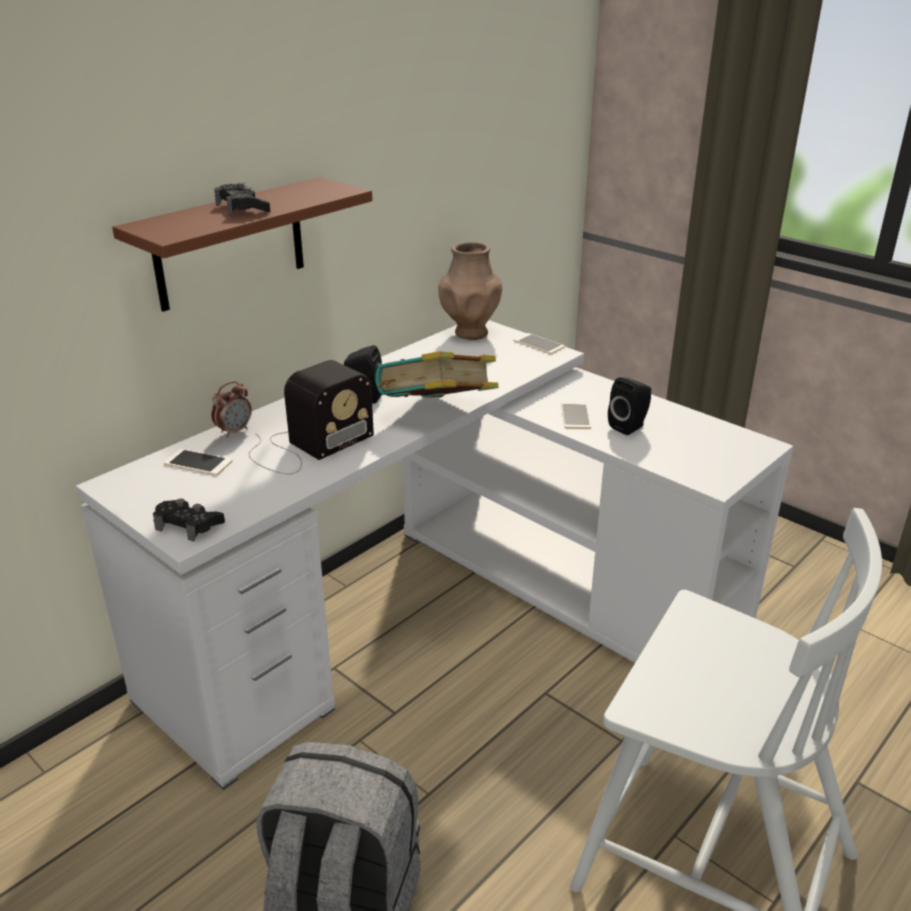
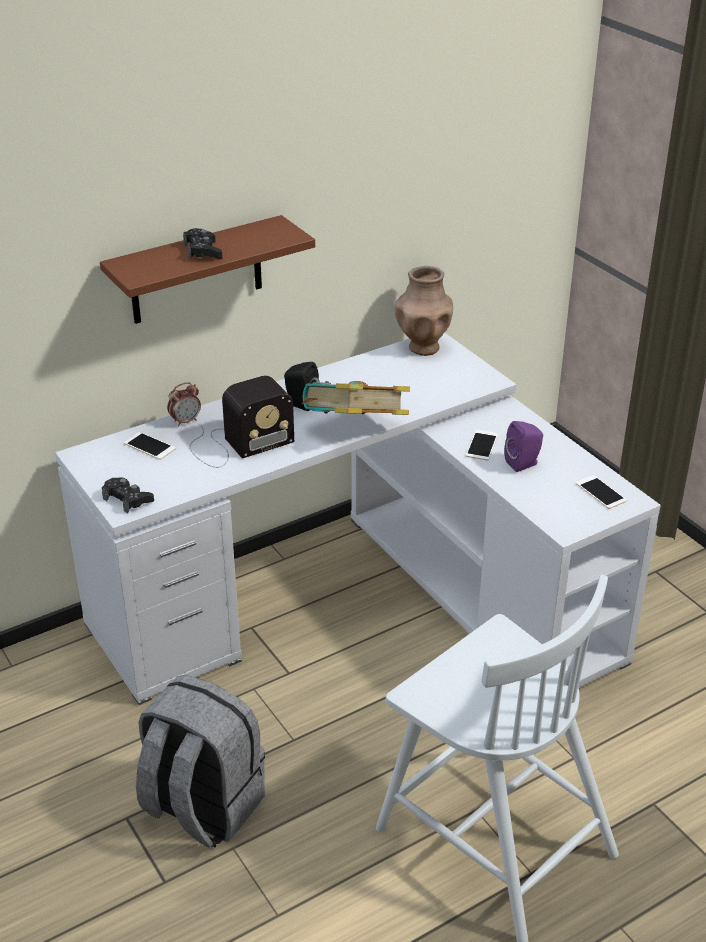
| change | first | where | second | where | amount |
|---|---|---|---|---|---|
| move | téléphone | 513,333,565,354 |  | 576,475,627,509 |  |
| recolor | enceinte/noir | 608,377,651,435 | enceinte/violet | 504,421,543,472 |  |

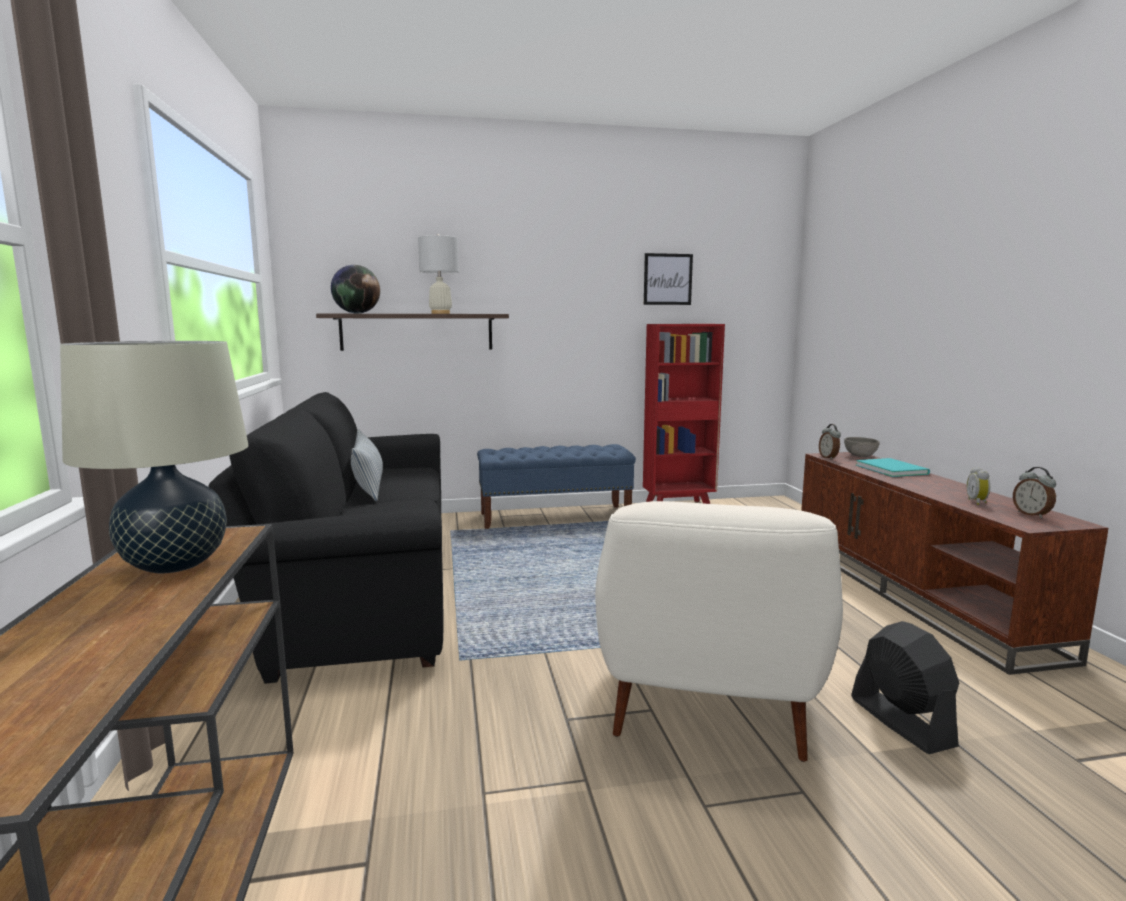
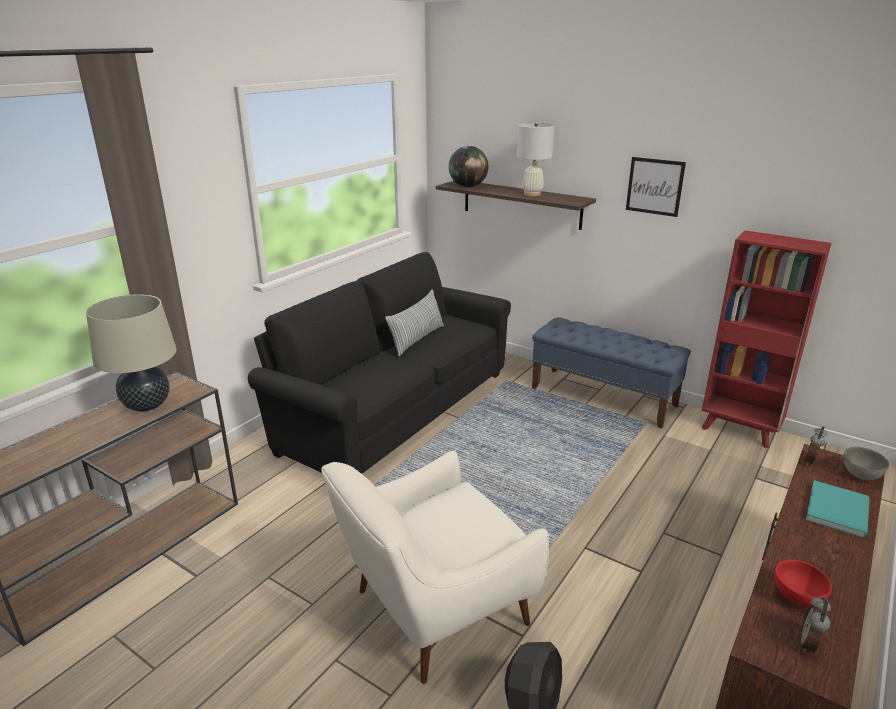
| change | first | where | second | where | amount |
|---|---|---|---|---|---|
| move | tableau | 644,253,693,305 |  | 626,157,686,217 |  |
| replace | réveil | 967,467,990,505 | bol/rouge | 774,559,832,607 |  |

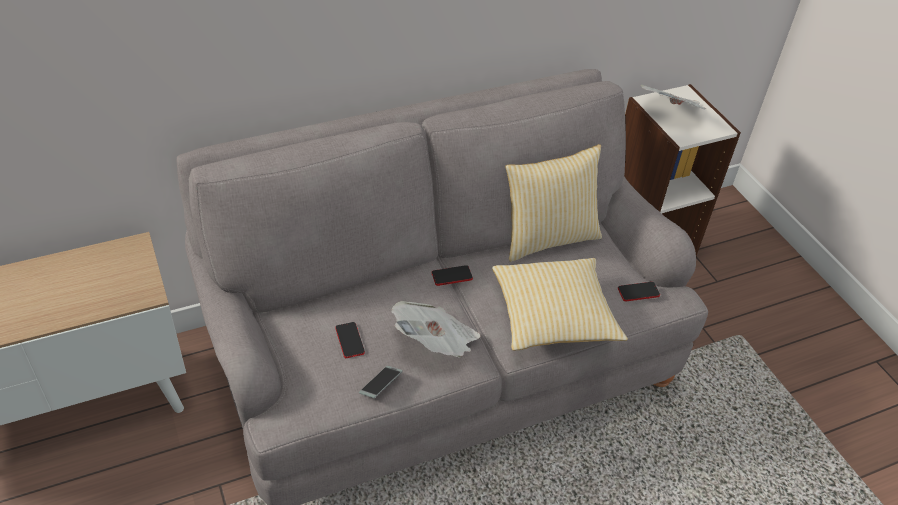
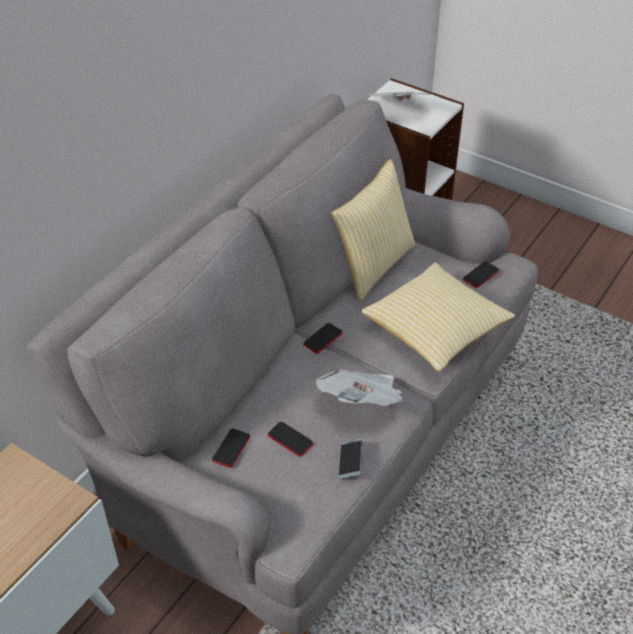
| change | first | where | second | where | amount |
|---|---|---|---|---|---|
| insert |  |  | téléphone | 212,428,250,468 |  |

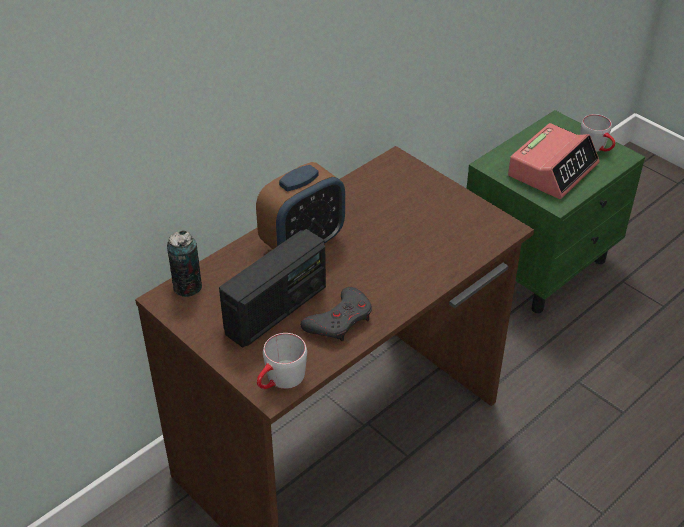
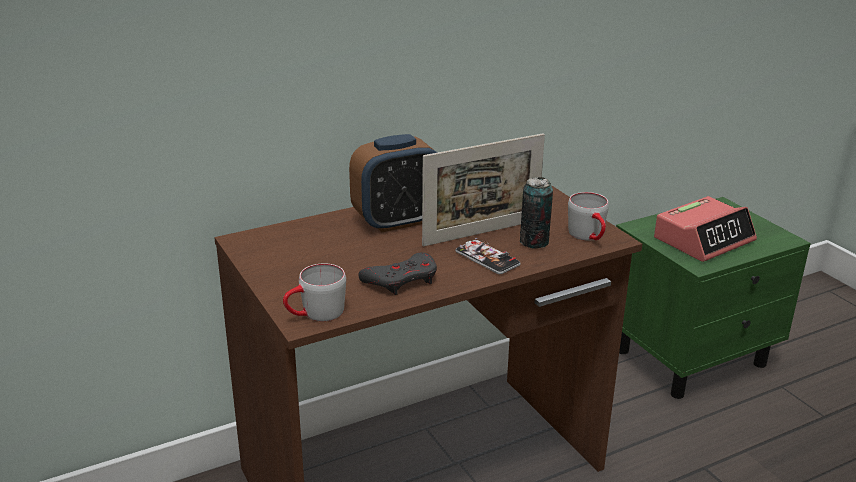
| change | first | where | second | where | amount |
|---|---|---|---|---|---|
| delete | radio | 219,229,326,348 |  |  |  |
| insert |  |  | cadre photo | 422,133,545,247 |  |
| insert |  |  | téléphone | 455,238,521,274 |  |
| move | boîte métallique | 167,231,202,297 |  | 520,177,553,249 |  |
| move | mug/gris | 580,114,616,152 |  | 568,192,609,241 |  |

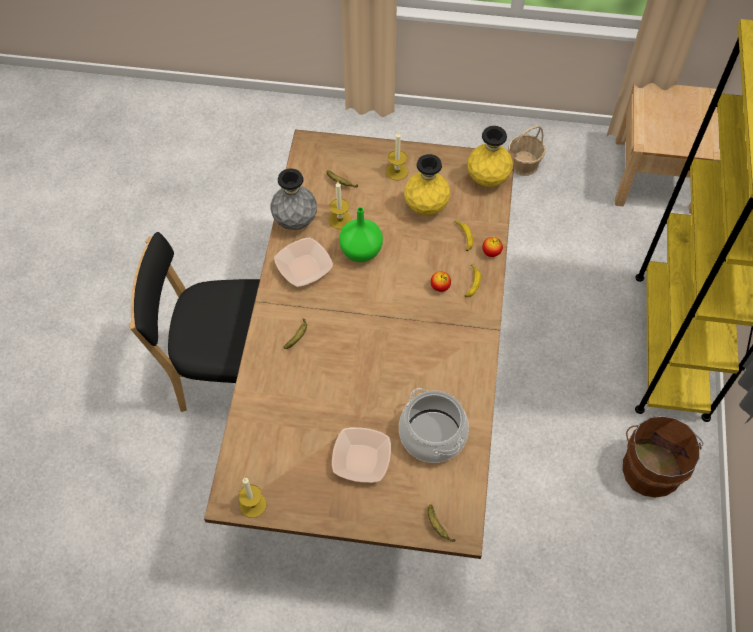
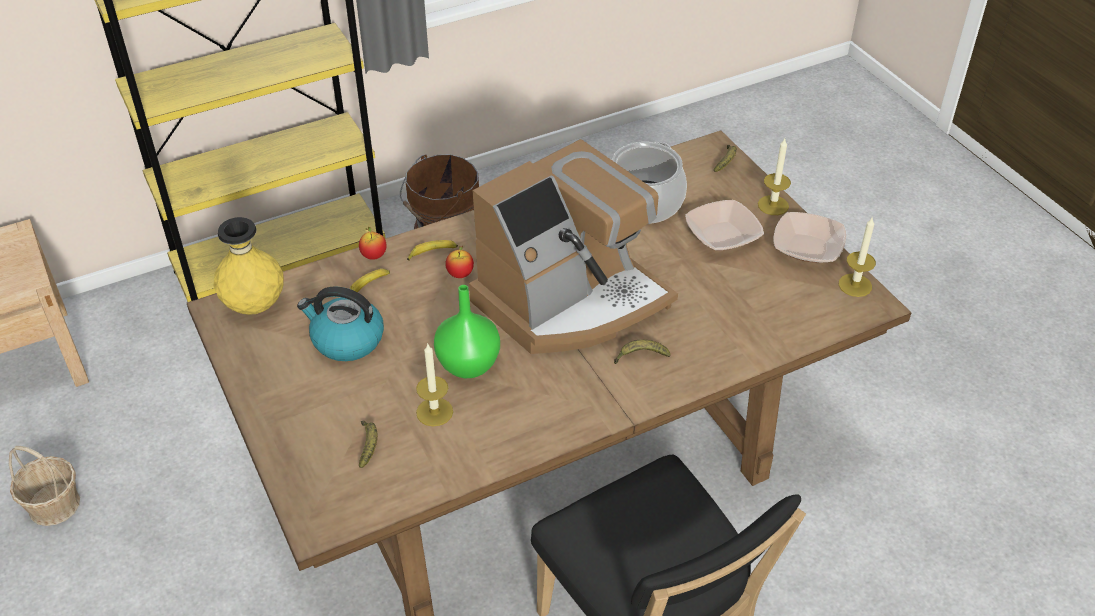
| change | first | where | second | where | amount |
|---|---|---|---|---|---|
| delete | vase/gris | 270,168,317,230 |  |  |  |
| insert |  |  | machine à café | 469,139,678,354 |  |
| move | bol | 274,237,333,287 |  | 773,212,846,263 |  |
| move | bougie | 386,132,408,180 |  | 758,139,791,215 |  |
| replace | vase/jaune | 404,154,450,216 | bouilloire | 297,287,384,361 |  |

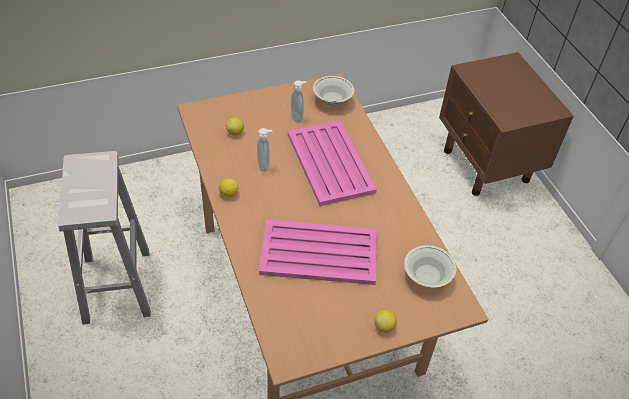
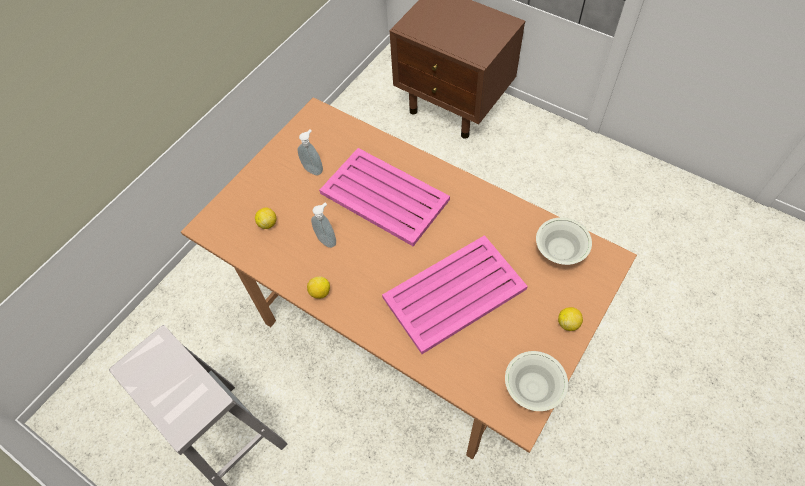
| change | first | where | second | where | amount |
|---|---|---|---|---|---|
| move | bol/blanc | 313,76,354,105 |  | 505,351,568,411 |  |

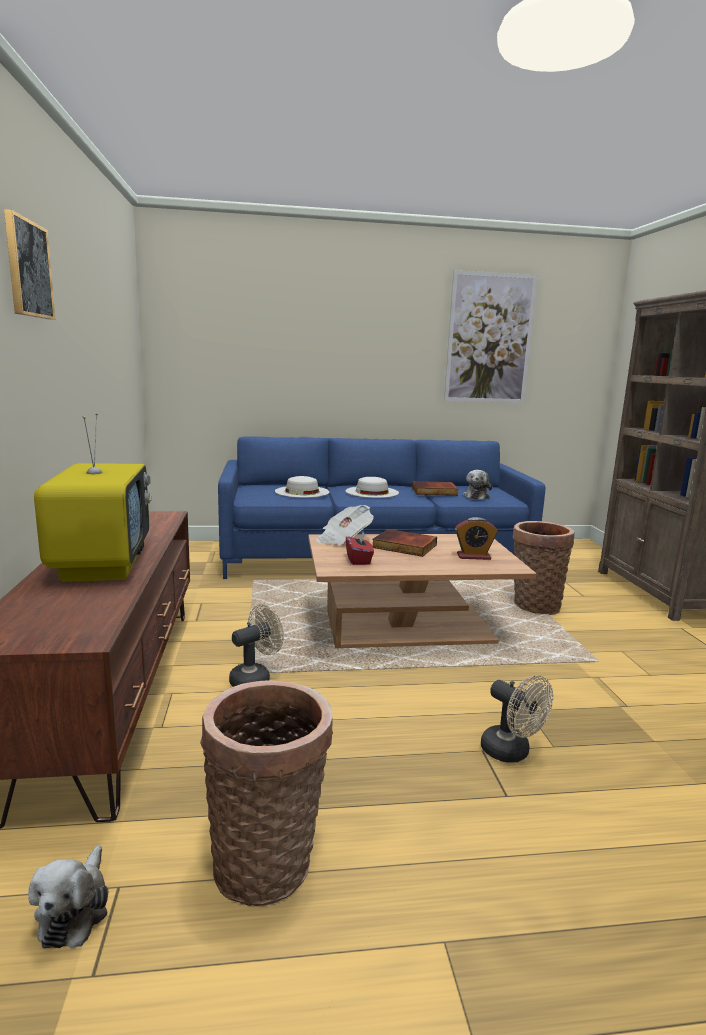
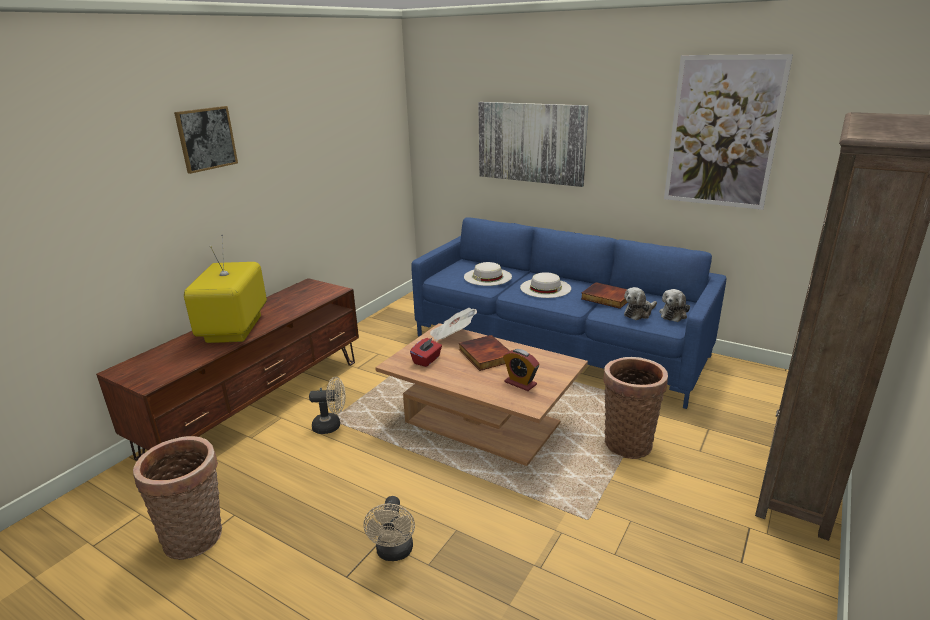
| change | first | where | second | where | amount |
|---|---|---|---|---|---|
| insert |  |  | tableau | 478,102,589,187 |  |
| move | peluche | 28,845,108,948 |  | 659,289,690,322 |  |
| rotate | téléviseur | 34,413,152,582 |  | 184,235,267,343 | 150 degrees clockwise |

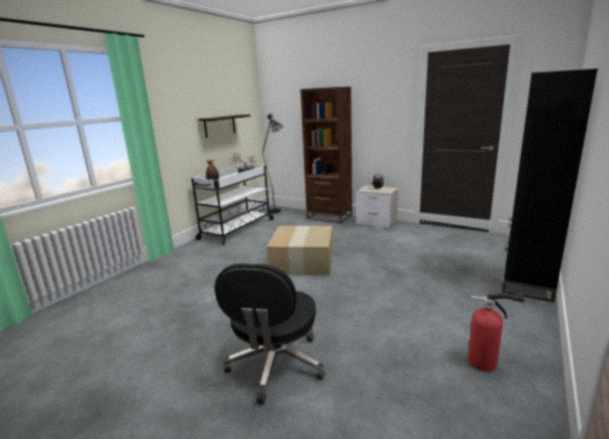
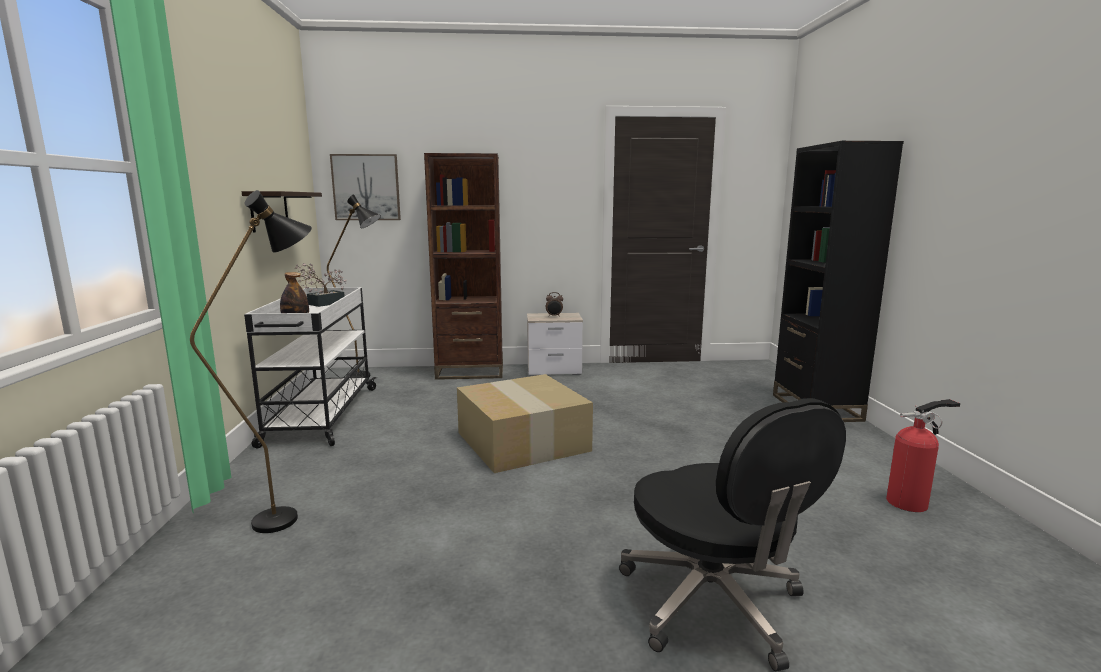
| change | first | where | second | where | amount |
|---|---|---|---|---|---|
| insert |  |  | lampadaire/noir | 190,190,312,533 |  |
| insert |  |  | tableau | 330,154,401,220 |  |

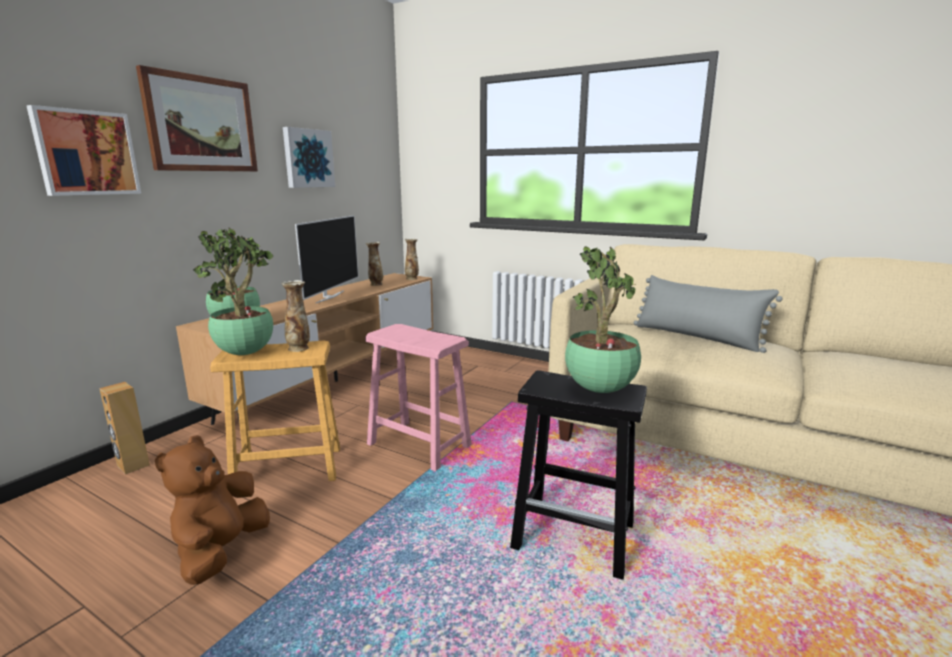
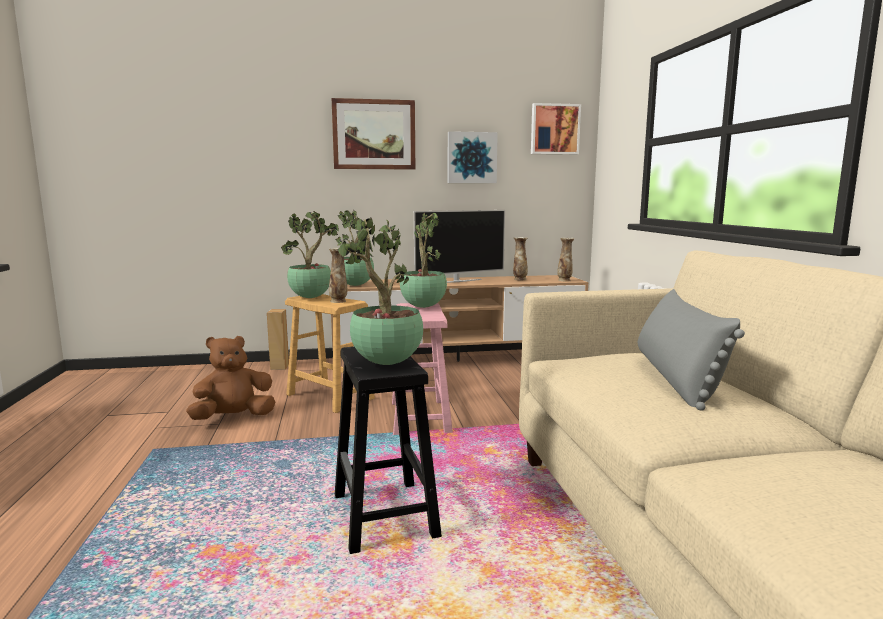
| change | first | where | second | where | amount |
|---|---|---|---|---|---|
| insert |  |  | plante en pot | 400,212,447,308 |  |
| move | tableau | 27,105,141,196 |  | 531,103,581,155 |  |

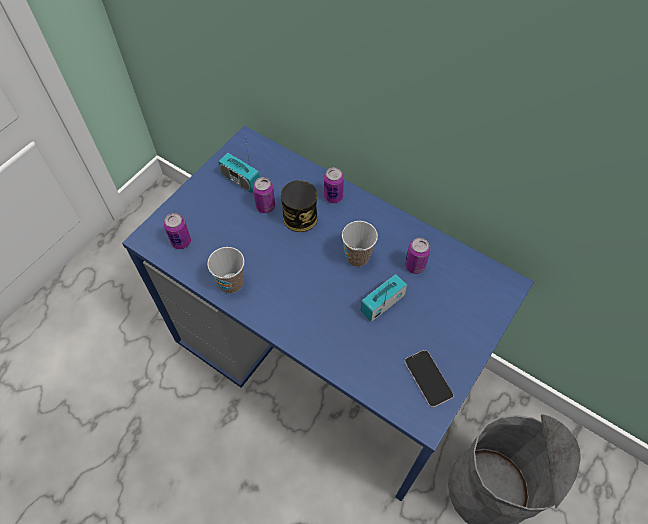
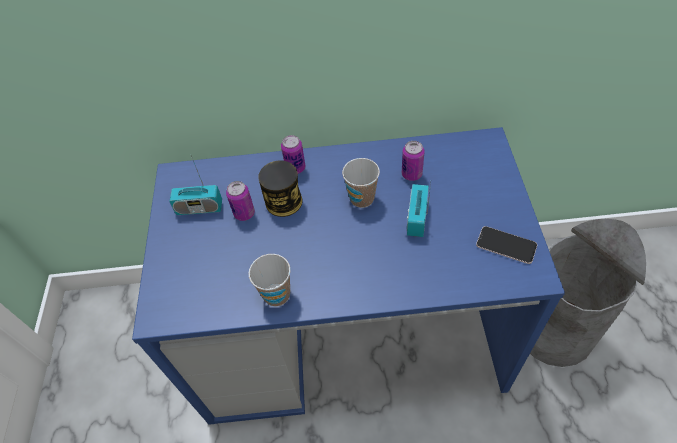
| change | first | where | second | where | amount |
|---|---|---|---|---|---|
| delete | boîte métallique | 164,213,191,249 |  |  |  |

